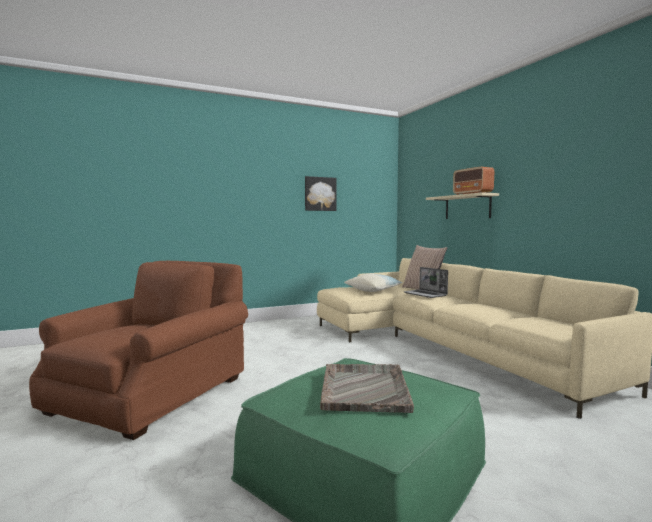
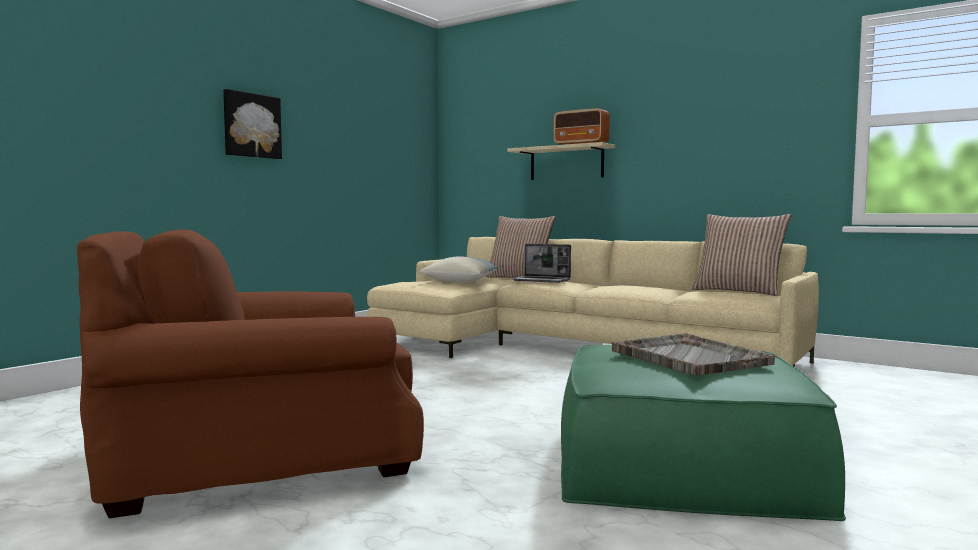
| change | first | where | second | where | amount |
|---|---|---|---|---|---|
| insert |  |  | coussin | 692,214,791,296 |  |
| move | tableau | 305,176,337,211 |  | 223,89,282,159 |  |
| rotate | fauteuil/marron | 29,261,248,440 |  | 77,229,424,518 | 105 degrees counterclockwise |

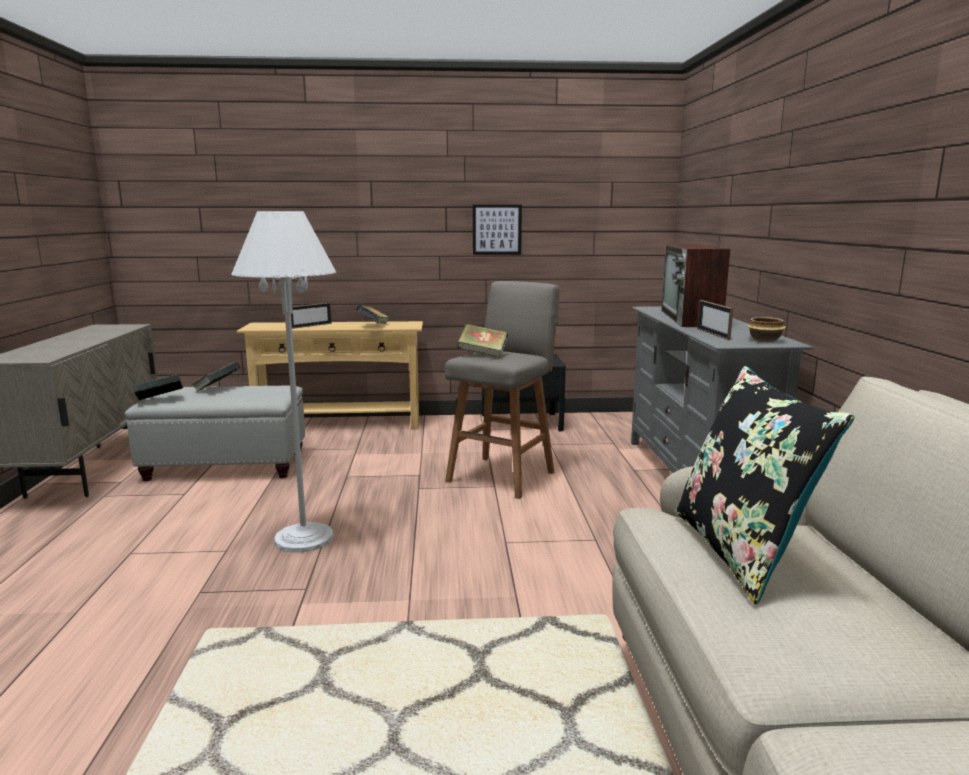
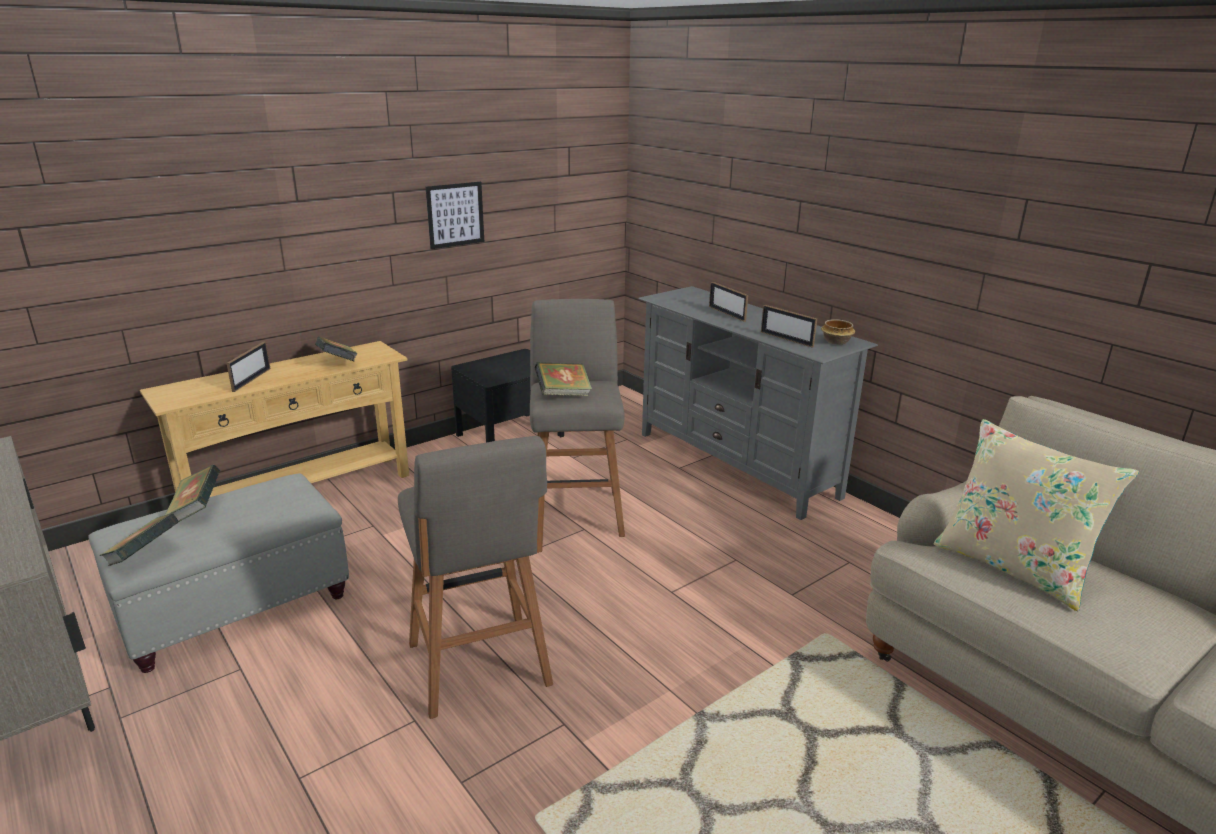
| change | first | where | second | where | amount |
|---|---|---|---|---|---|
| replace | lampadaire/blanc | 231,211,336,553 | tabouret/gris | 398,436,553,719 |  |
| replace | téléviseur | 661,244,730,327 | cadre photo | 709,281,748,322 |  |
| recolor | coussin/noir | 675,366,854,605 | coussin/beige | 934,419,1139,611 |  |

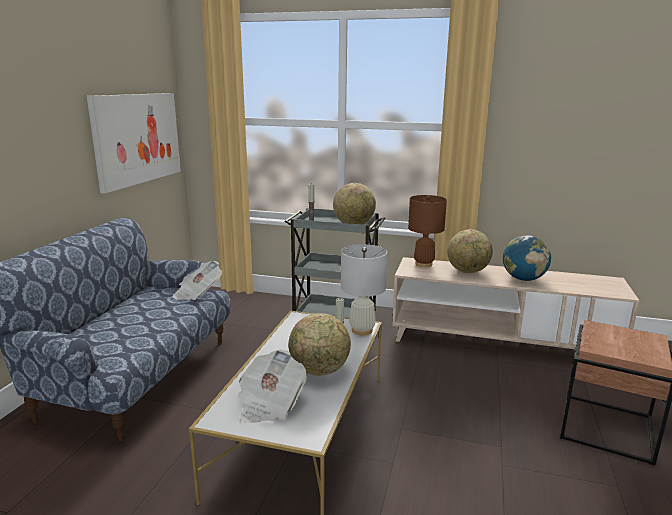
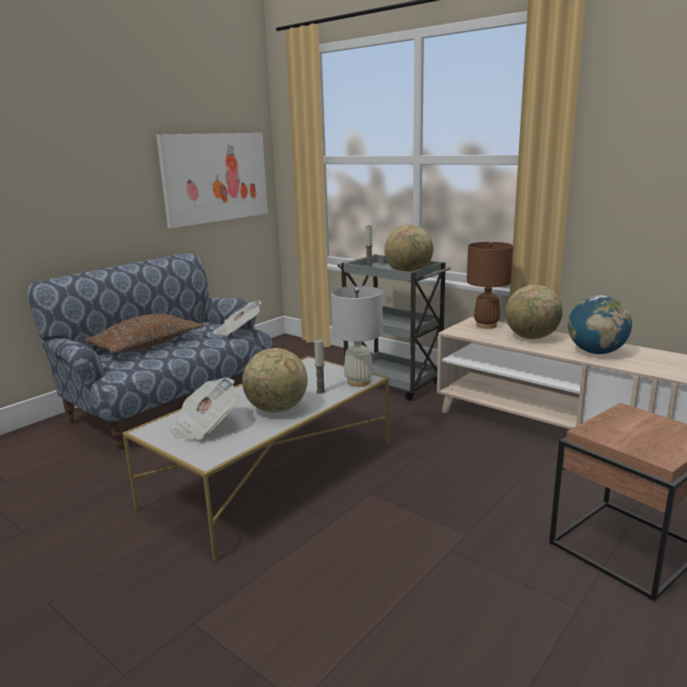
| change | first | where | second | where | amount |
|---|---|---|---|---|---|
| insert |  |  | coussin/marron | 84,314,204,354 |  |

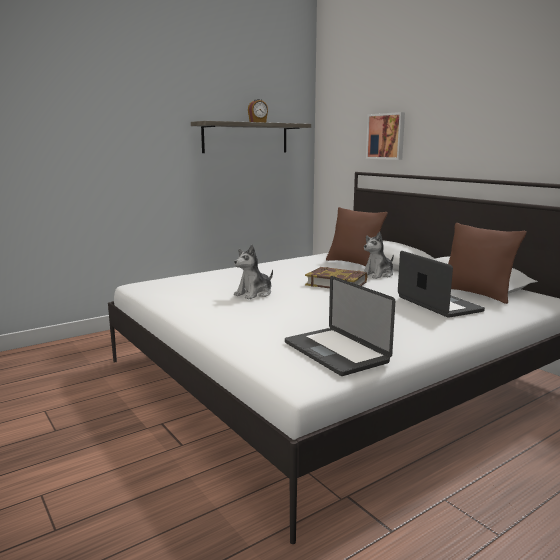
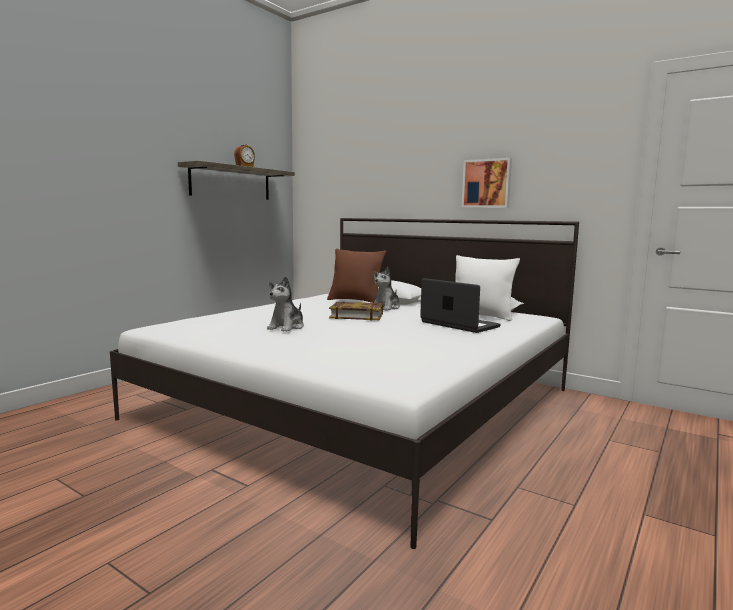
| change | first | where | second | where | amount |
|---|---|---|---|---|---|
| delete | ordinateur portable | 285,276,395,376 |  |  |  |
| move | tableau | 366,112,405,160 |  | 462,158,512,208 |  |
| recolor | coussin/marron | 448,223,527,304 | coussin/blanc | 455,255,520,321 |  |

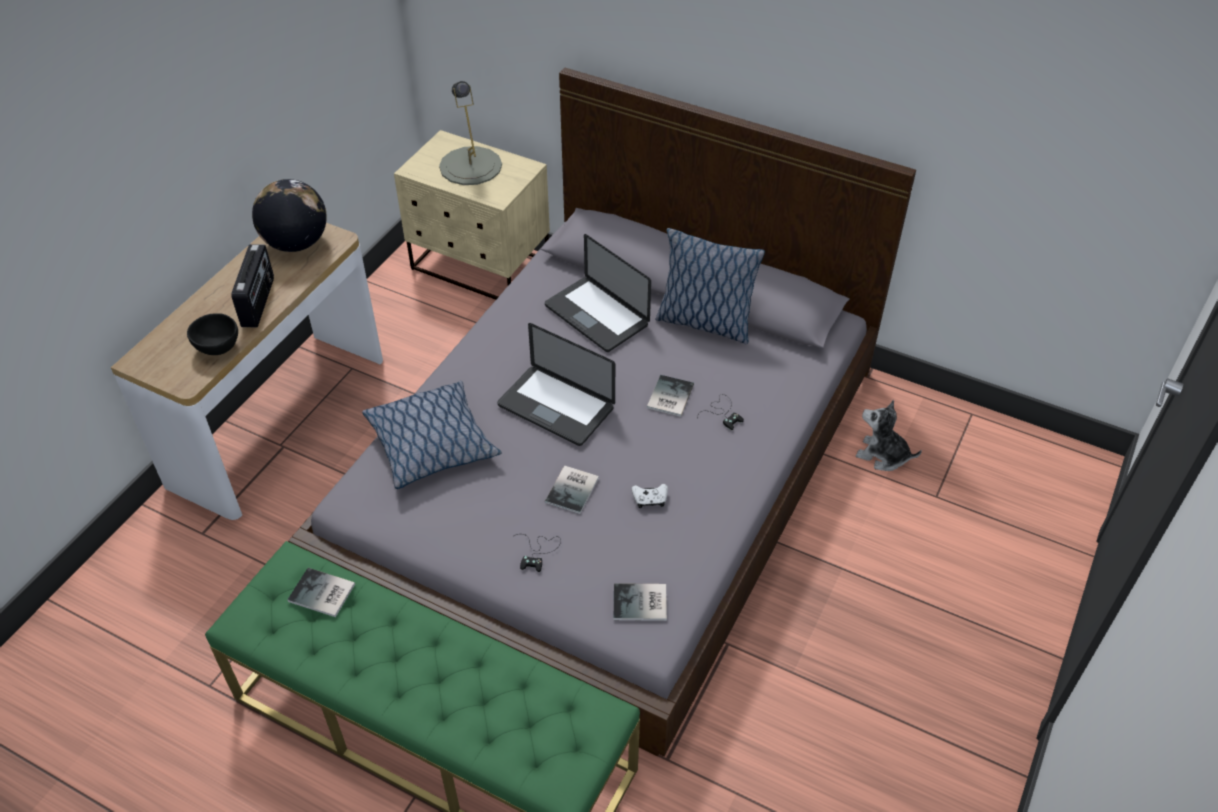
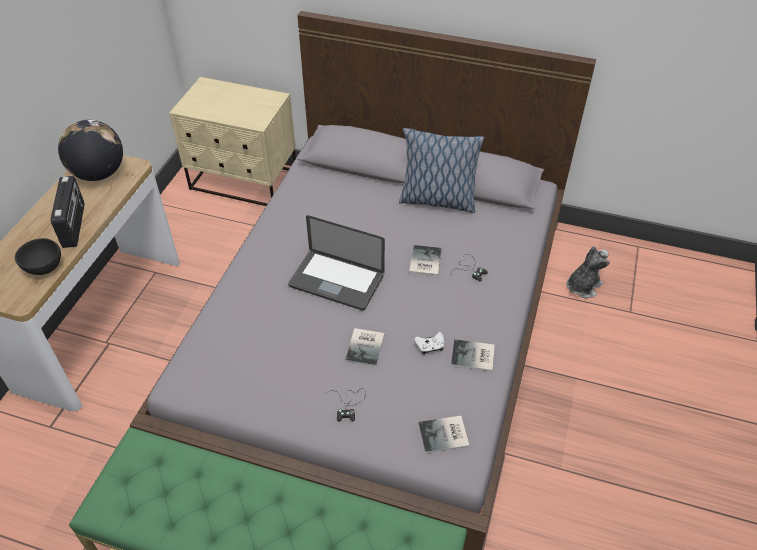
| change | first | where | second | where | amount |
|---|---|---|---|---|---|
| delete | coussin | 362,381,502,489 |  |  |  |
| delete | lampe de table/gris | 439,81,502,185 |  |  |  |
| delete | ordinateur portable | 545,234,651,352 |  |  |  |
| move | livre | 287,568,355,617 |  | 451,339,495,372 |  |
| rotate | peluche | 856,400,922,471 |  | 566,246,610,298 | 120 degrees clockwise |

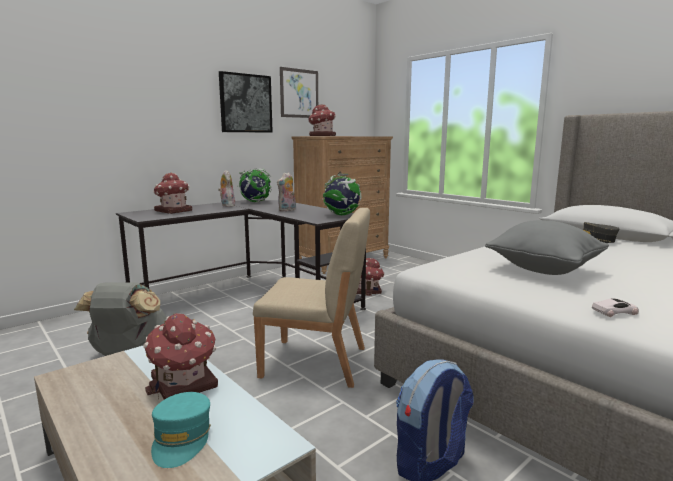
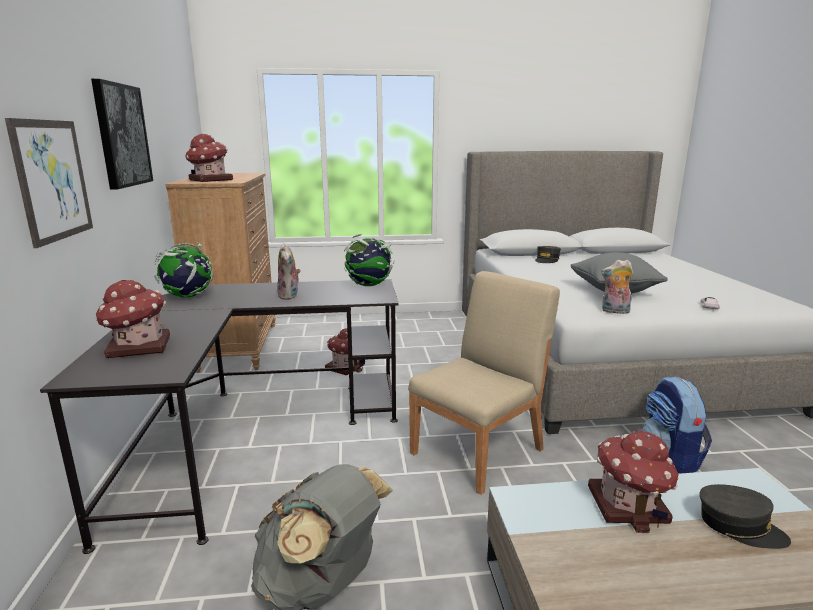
| change | first | where | second | where | amount |
|---|---|---|---|---|---|
| move | peluche | 218,170,235,207 |  | 601,260,634,314 |  |
| move | tableau | 280,67,318,118 |  | 5,118,93,248 |  |
| recolor | casquette/turquoise | 151,392,211,468 | casquette/gris | 700,484,791,549 |  |

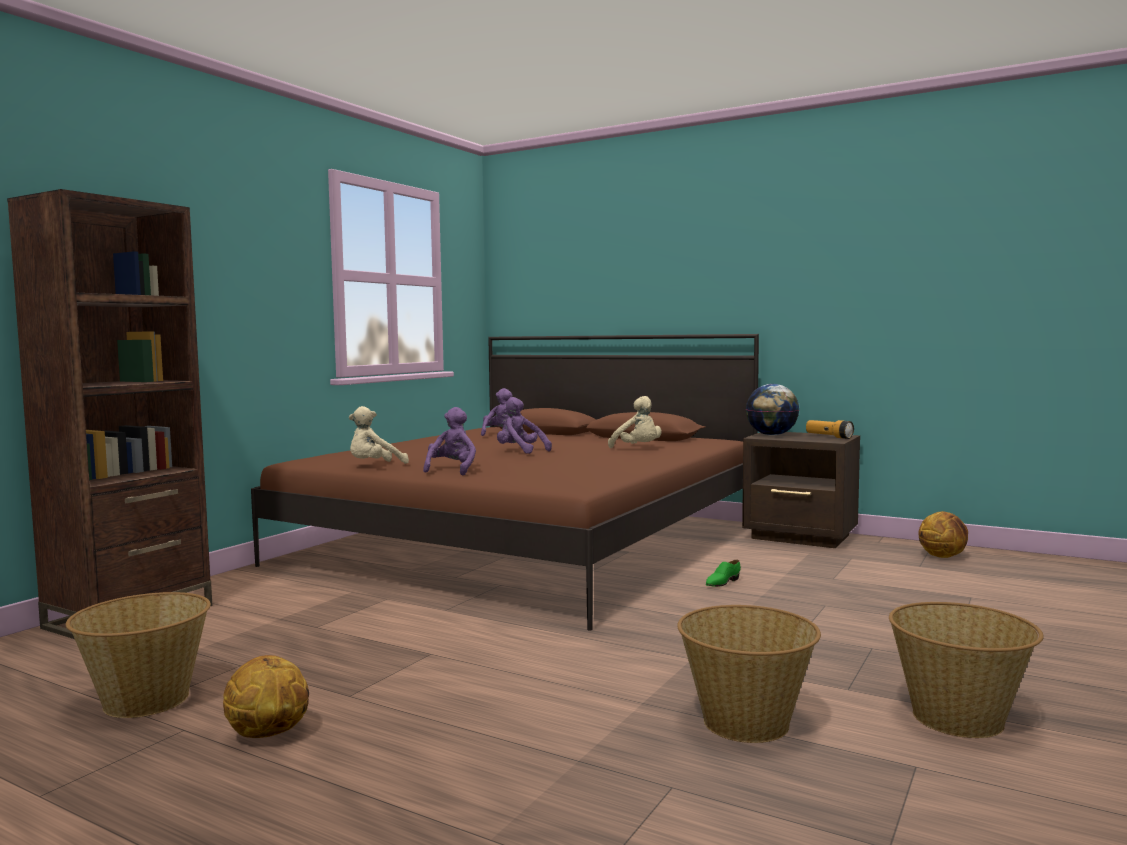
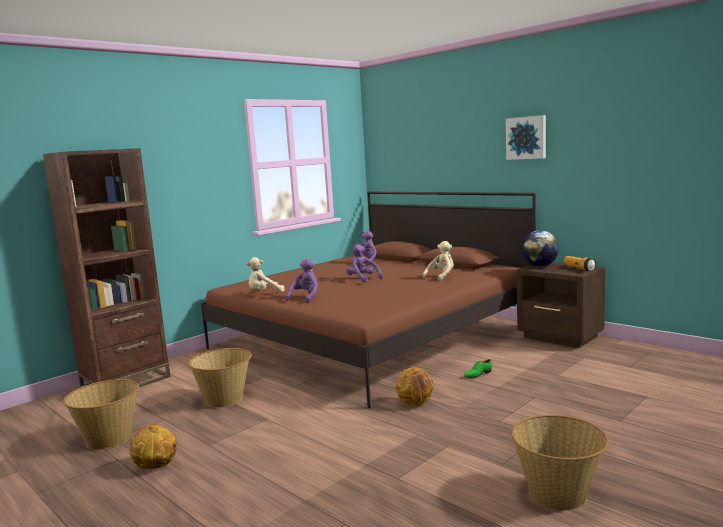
| change | first | where | second | where | amount |
|---|---|---|---|---|---|
| insert |  |  | tableau | 506,115,546,160 |  |
| move | panier | 677,605,821,743 |  | 188,348,252,408 |  |
| move | ballon de basket | 918,511,968,558 |  | 396,367,433,405 |  |
| rotate | peluche/beige | 608,396,662,448 |  | 422,241,454,282 | 105 degrees counterclockwise |

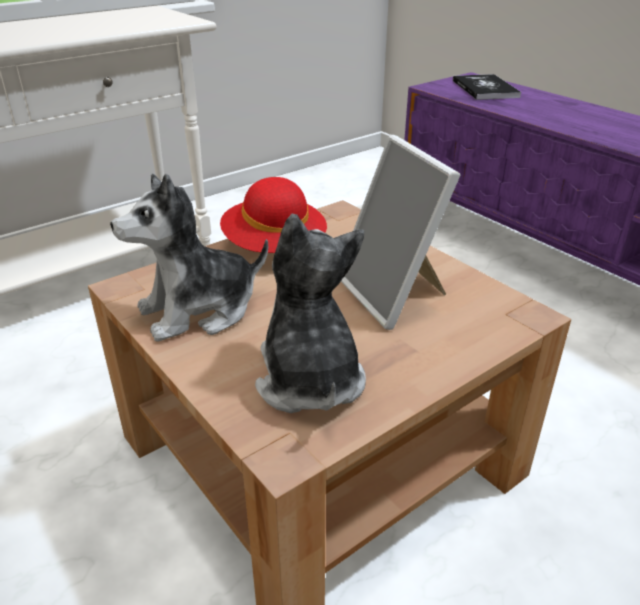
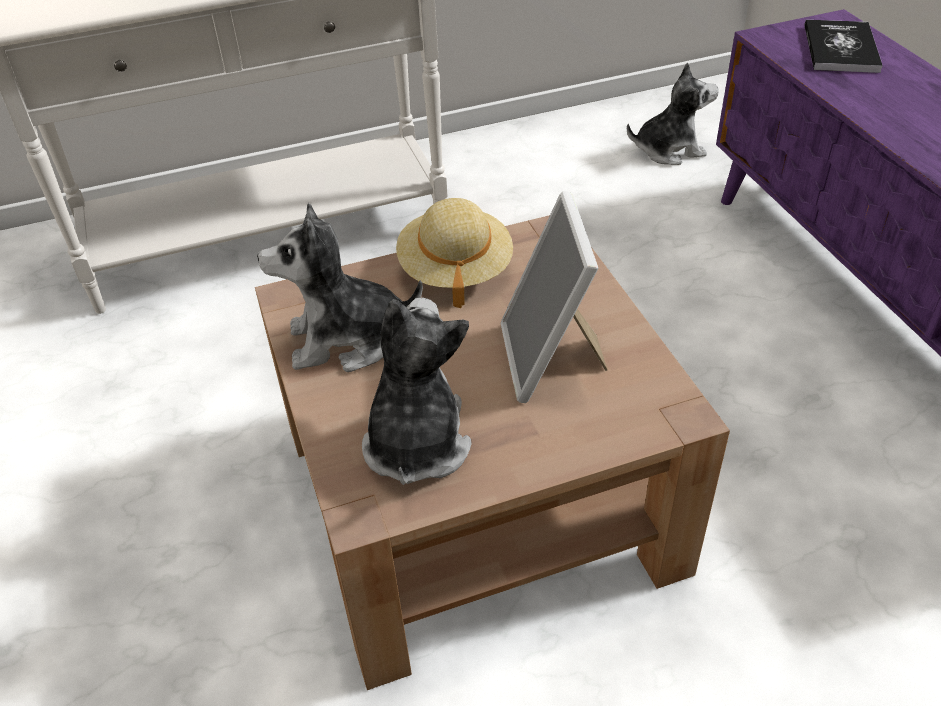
| change | first | where | second | where | amount |
|---|---|---|---|---|---|
| insert |  |  | peluche | 627,62,719,165 |  |
| recolor | chapeau/rouge | 220,177,327,253 | chapeau/beige | 396,198,513,308 |  |

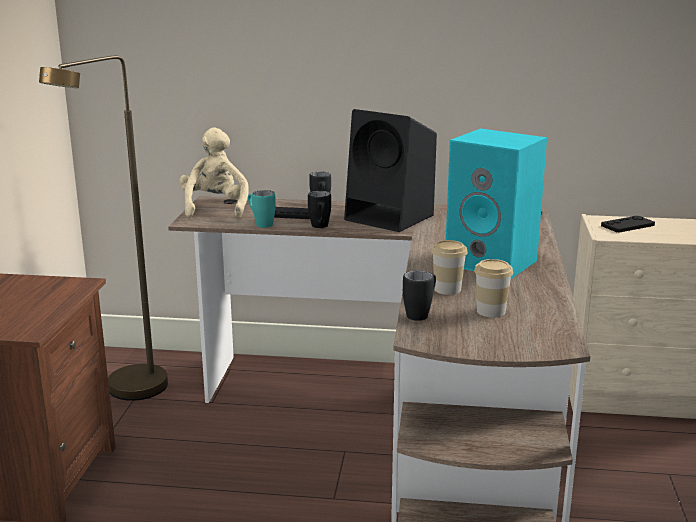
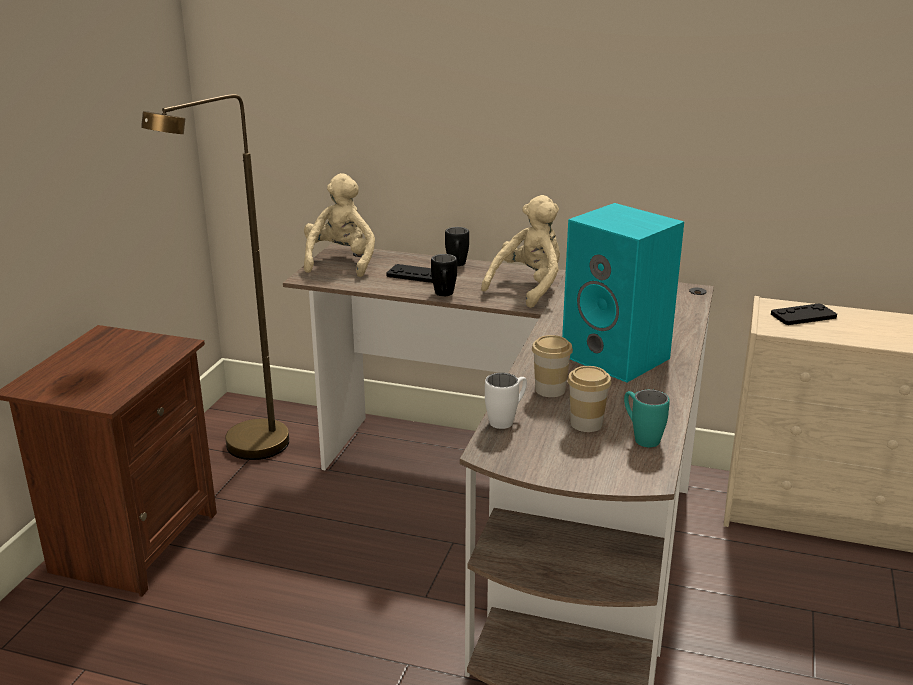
| change | first | where | second | where | amount |
|---|---|---|---|---|---|
| move | mug/turquoise | 248,190,276,228 |  | 624,389,670,447 |  |
| replace | enceinte/noir | 344,109,437,232 | peluche/beige | 481,195,560,308 |  |
| recolor | mug/noir | 403,270,436,321 | mug/blanc | 485,373,527,429 |  |

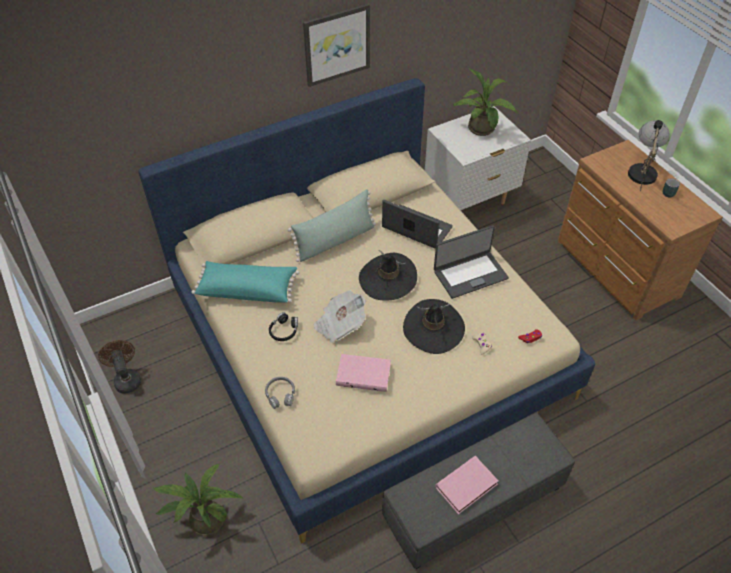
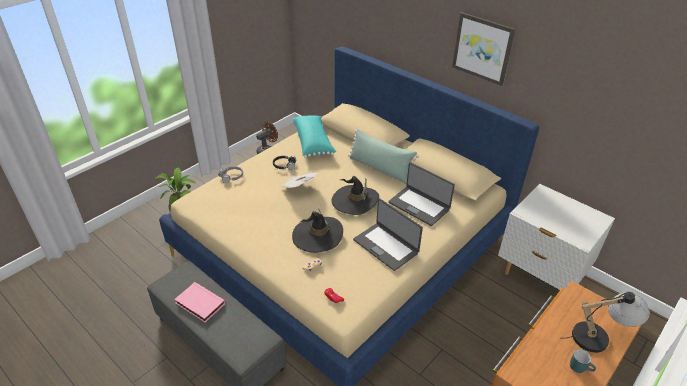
| change | first | where | second | where | amount |
|---|---|---|---|---|---|
| delete | livre/rose | 336,354,391,392 |  |  |  |
| delete | plante en pot | 452,67,518,136 |  |  |  |
| rotate | ordinateur portable | 382,200,453,249 |  | 388,162,455,226 | 120 degrees clockwise |

